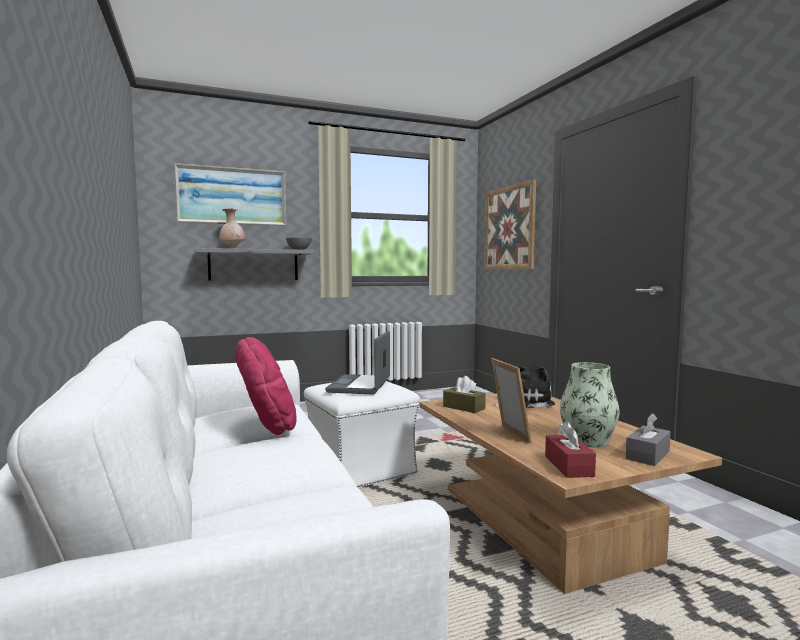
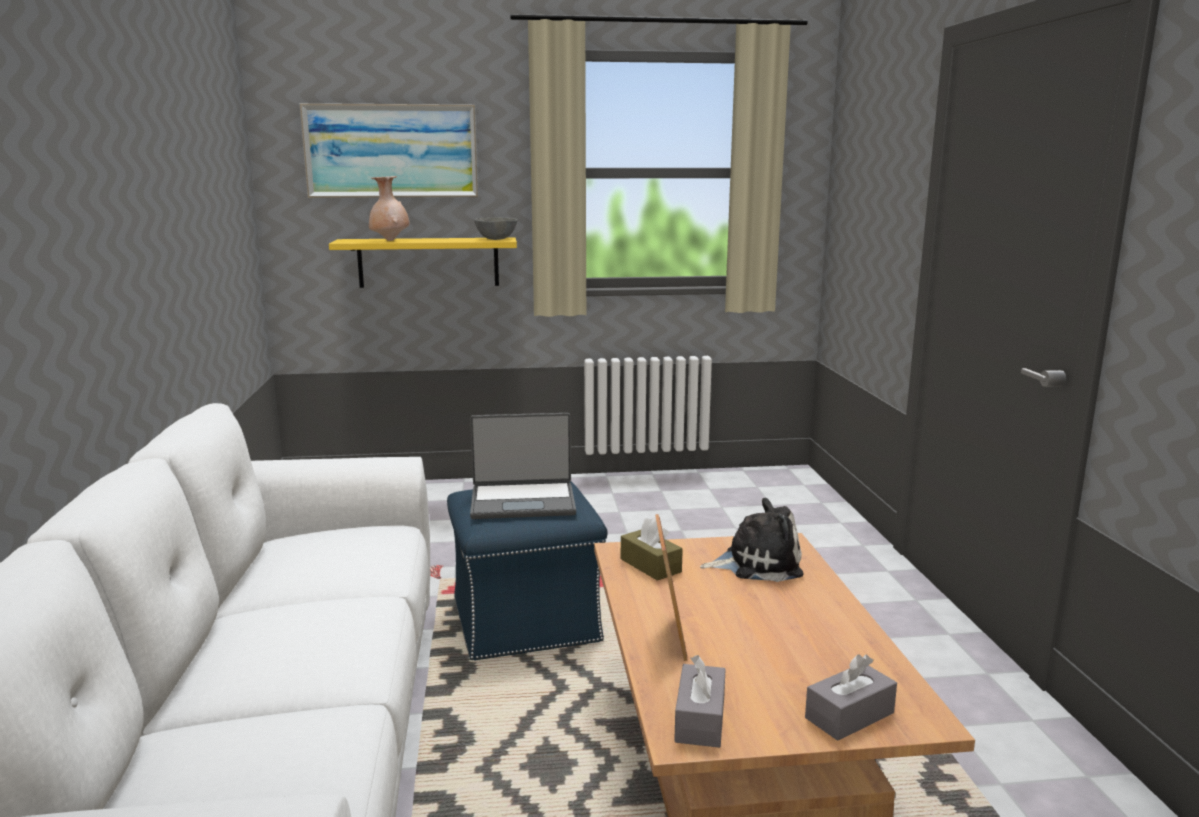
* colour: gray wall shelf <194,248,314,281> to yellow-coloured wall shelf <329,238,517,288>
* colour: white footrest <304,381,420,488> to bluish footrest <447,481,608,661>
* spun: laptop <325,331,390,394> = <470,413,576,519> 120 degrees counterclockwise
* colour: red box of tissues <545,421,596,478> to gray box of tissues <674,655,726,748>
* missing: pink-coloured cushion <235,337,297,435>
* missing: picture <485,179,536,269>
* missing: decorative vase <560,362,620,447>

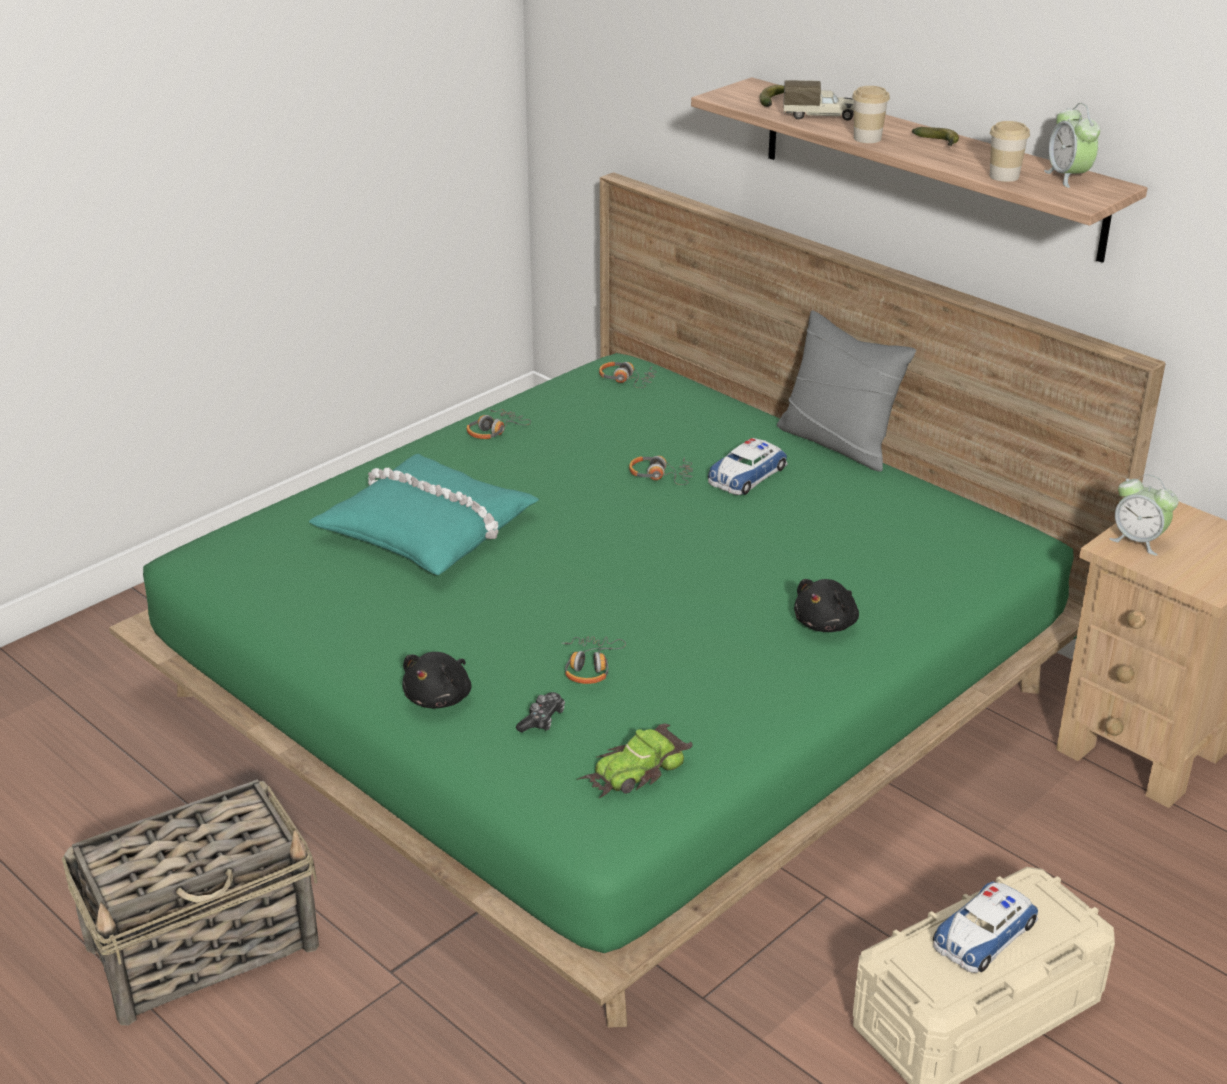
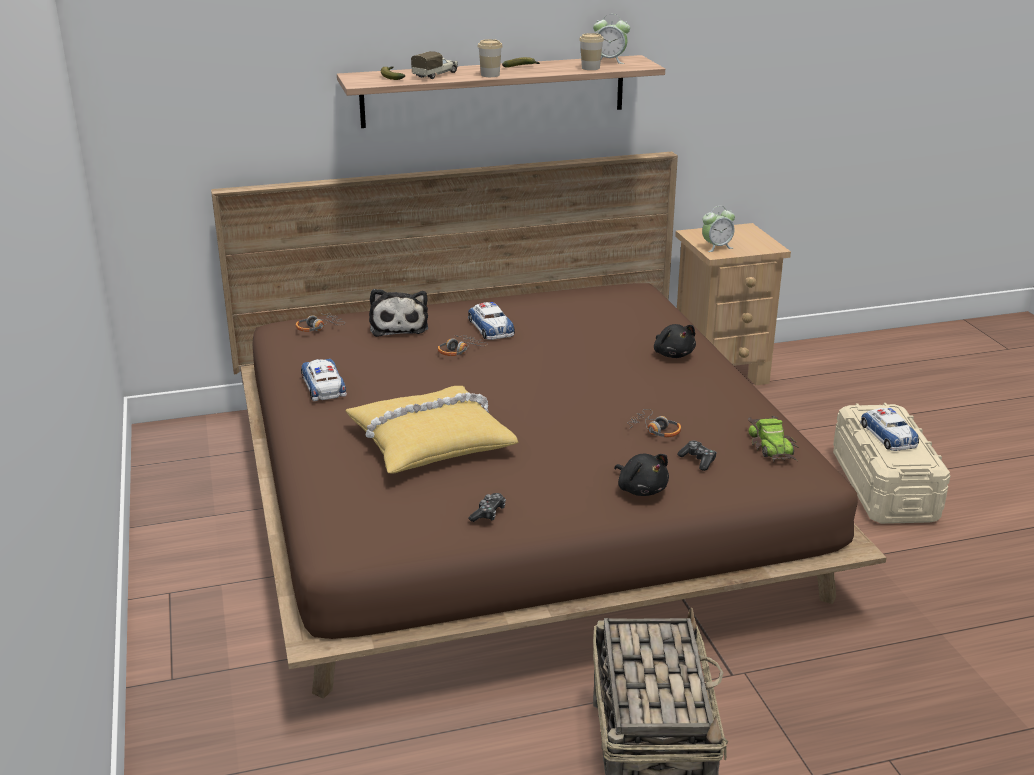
* colour: green bed <109,172,1166,1028> to brown bed <211,152,887,699>
* exchanged: headphones <467,409,531,439> to miniature car <301,359,347,401>
* colour: blue-green cushion <309,454,539,575> to yellow-coloured cushion <346,386,519,474>
* appeared: plush toy <369,289,428,337>
* appeared: gamepad <469,493,506,522>
* missing: gray cushion <777,310,916,472>

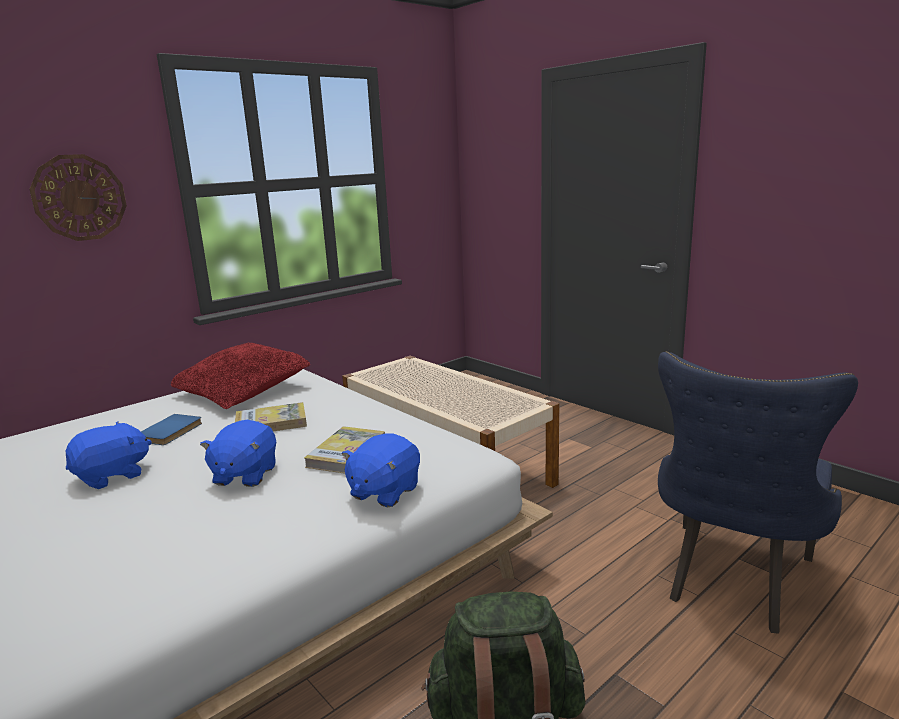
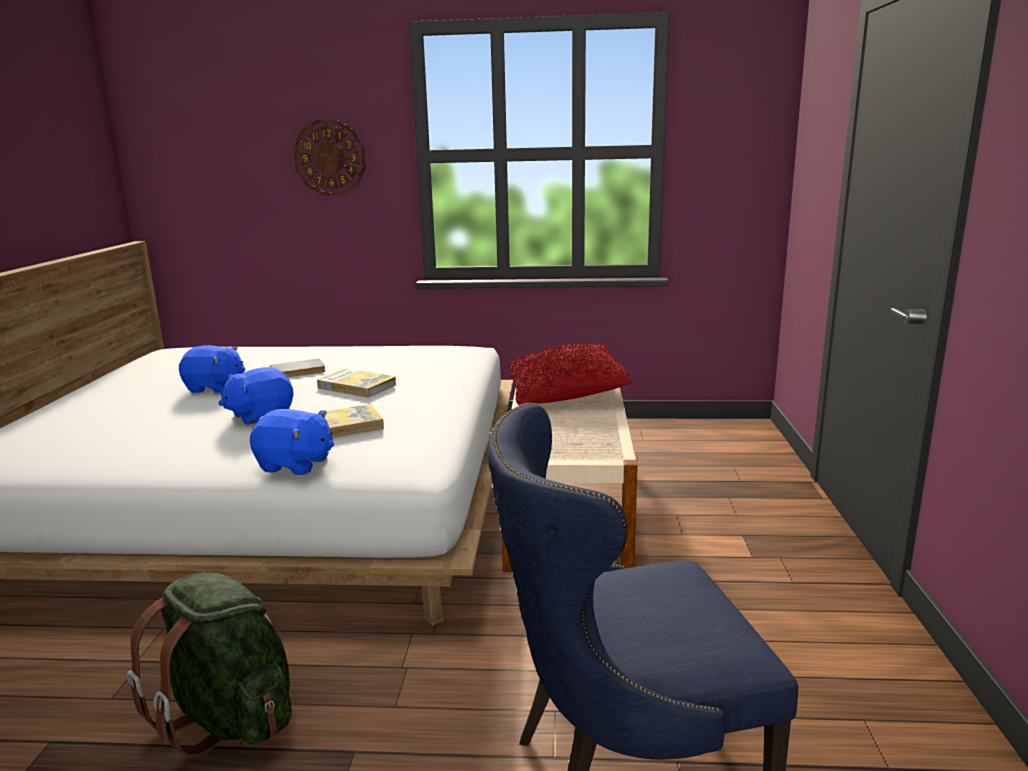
* spun: bluish plush toy <342,434,420,507> = <250,409,334,475> 150 degrees counterclockwise
* colour: bluish volume <141,414,202,445> to gray volume <270,358,326,377>
* relocated: red cushion <171,343,310,409> to <509,344,632,405>

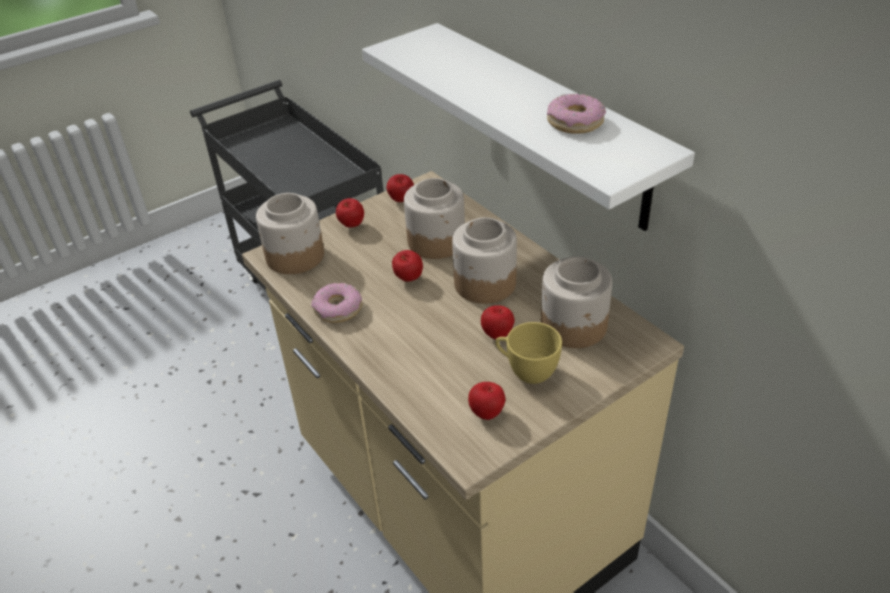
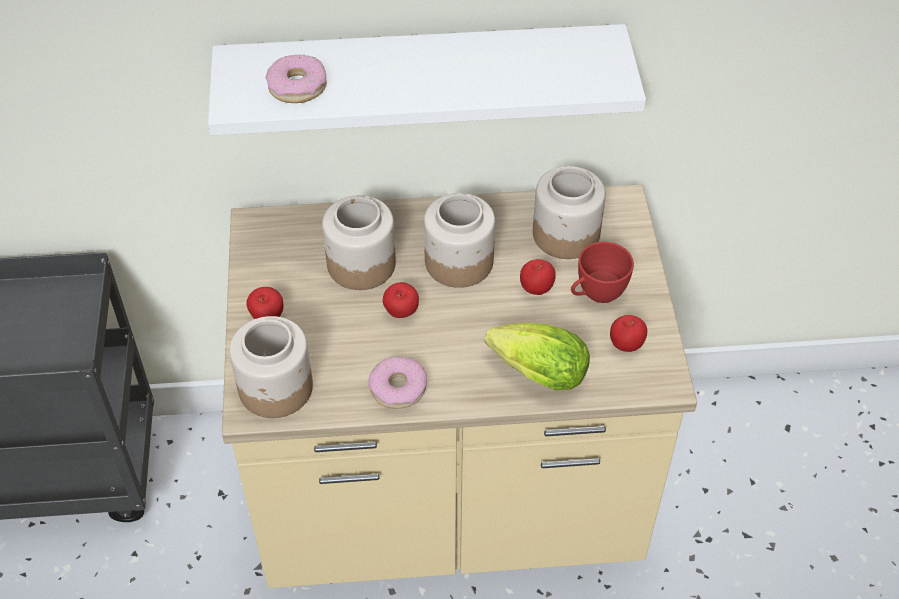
* relocated: donut <547,94,606,134> to <265,54,327,103>
* appeared: lettuce head <485,323,590,390>
* colour: yellow-coloured cup <495,322,562,384> to red cup <571,242,634,303>
* missing: apple fruit <387,174,414,202>

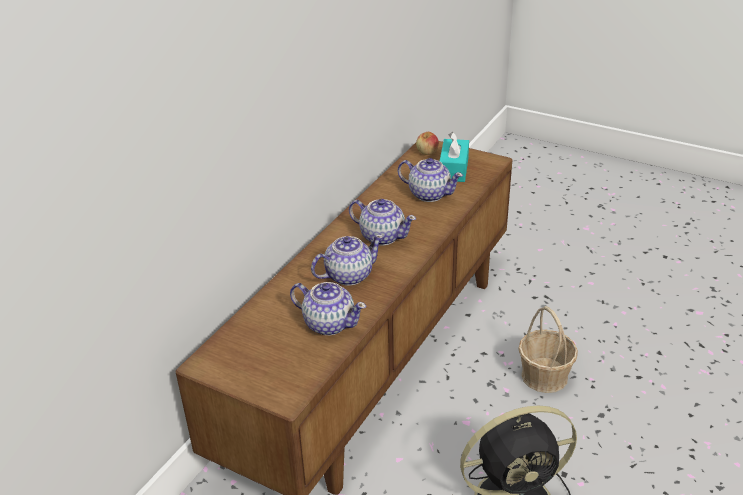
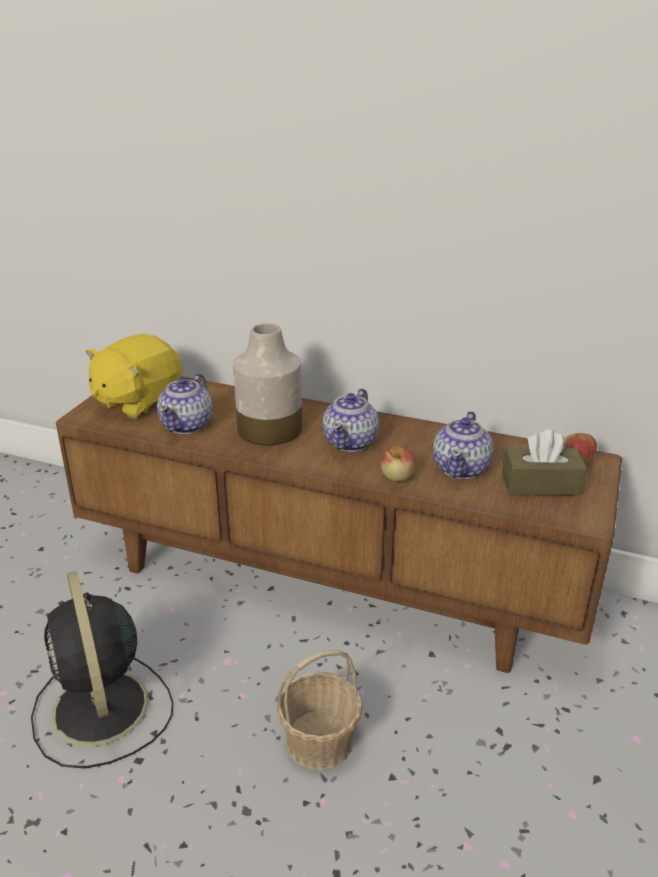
* appeared: yellow-coloured plush toy <86,334,182,419>
* exchanged: tea pot <311,234,384,286> to sand-coloured decorative vase <233,323,302,445>
* appeared: apple fruit <381,446,416,481>
* colour: blue-green box of tissues <440,132,469,182> to brown box of tissues <502,429,587,496>

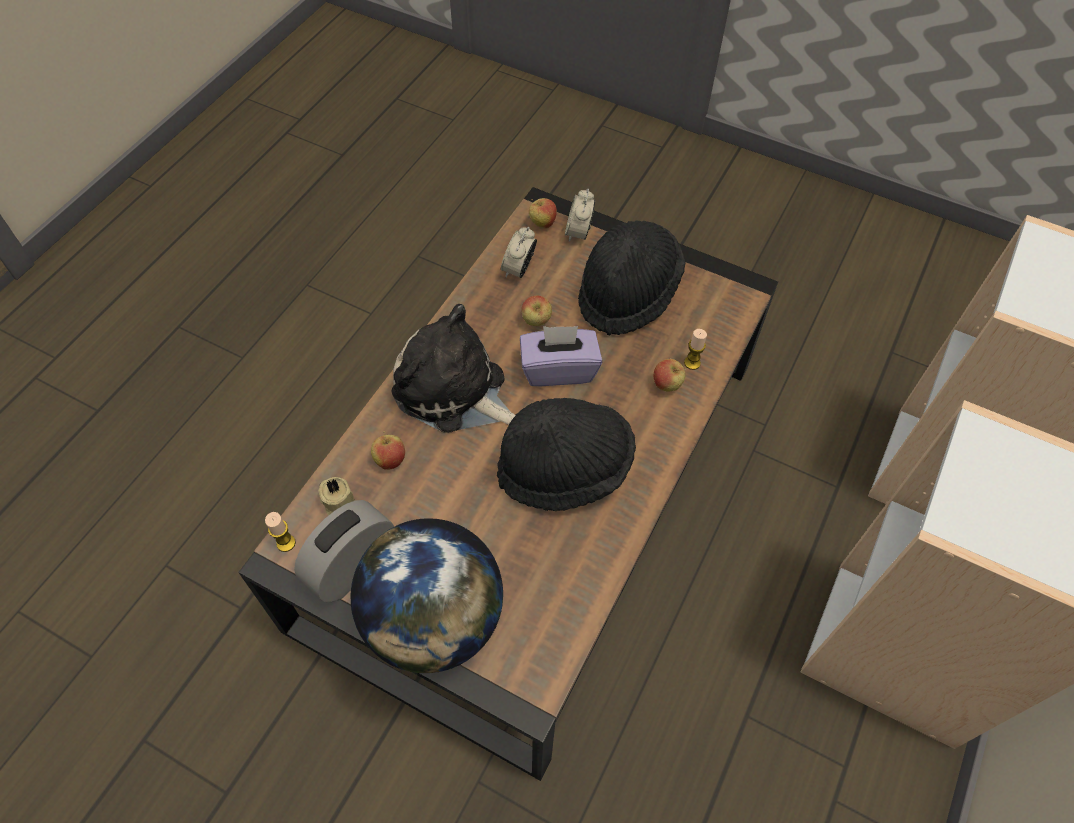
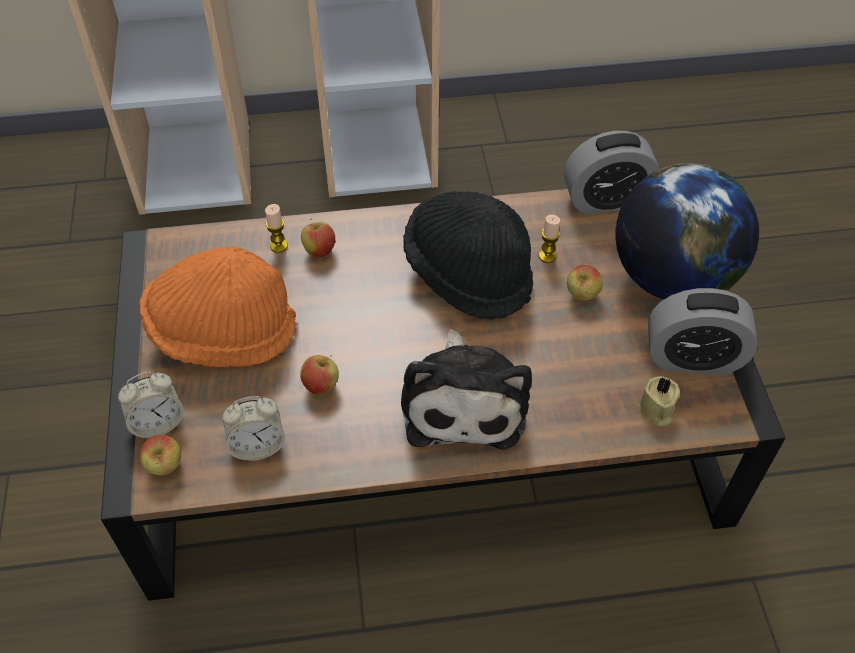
* colour: blackish wearable hat <578,221,686,335> to orange-coloured wearable hat <139,246,296,367>
* relocated: wax light <265,512,296,552> to <539,215,560,263>
* appeared: alarm clock <564,131,659,214>
* relocated: apple fruit <371,431,405,470> to <567,265,603,300>
* missing: purplish box of tissues <520,326,602,386>

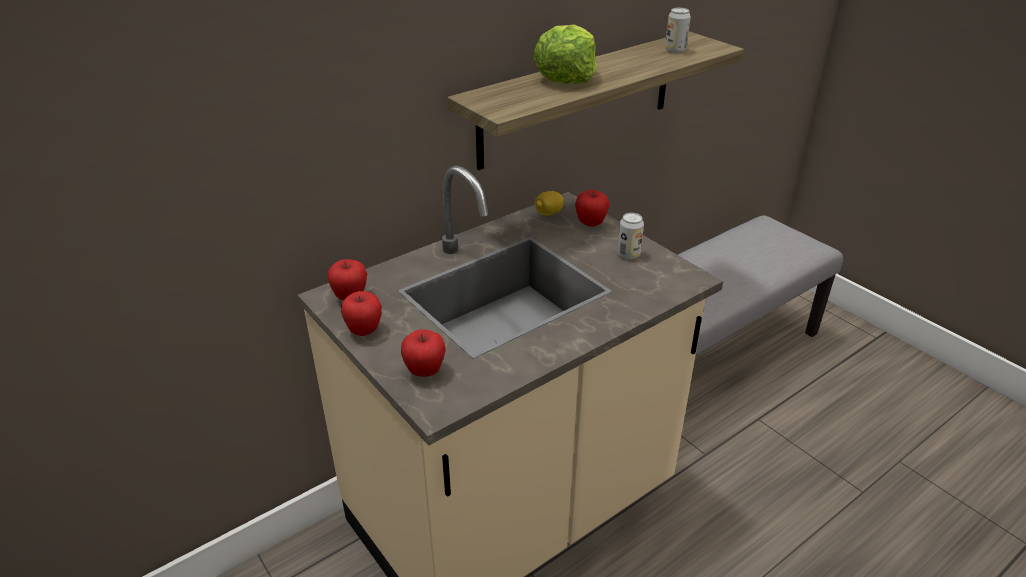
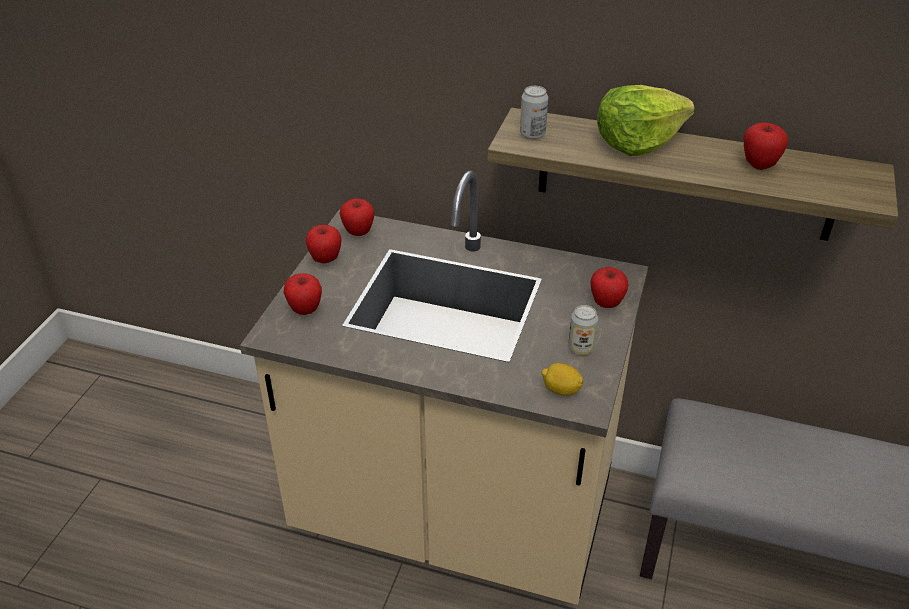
* relocated: sealed can <665,8,691,53> to <520,86,548,139>
* relocated: citrus fruit <535,191,564,216> to <541,363,583,396>
* appeared: apple fruit <743,122,788,170>

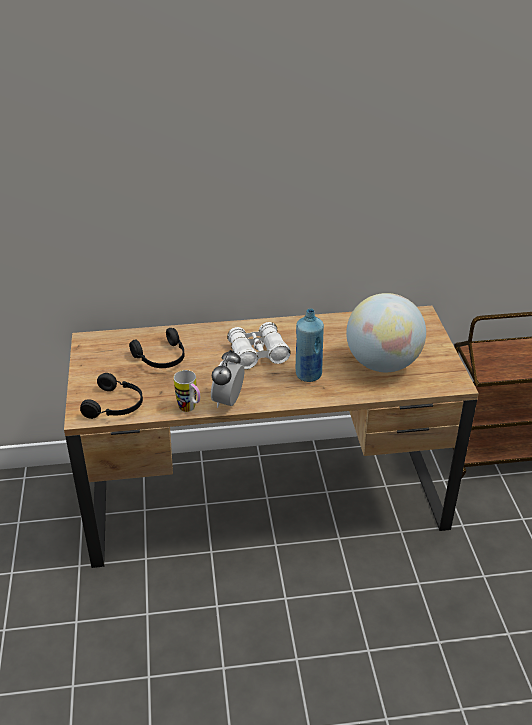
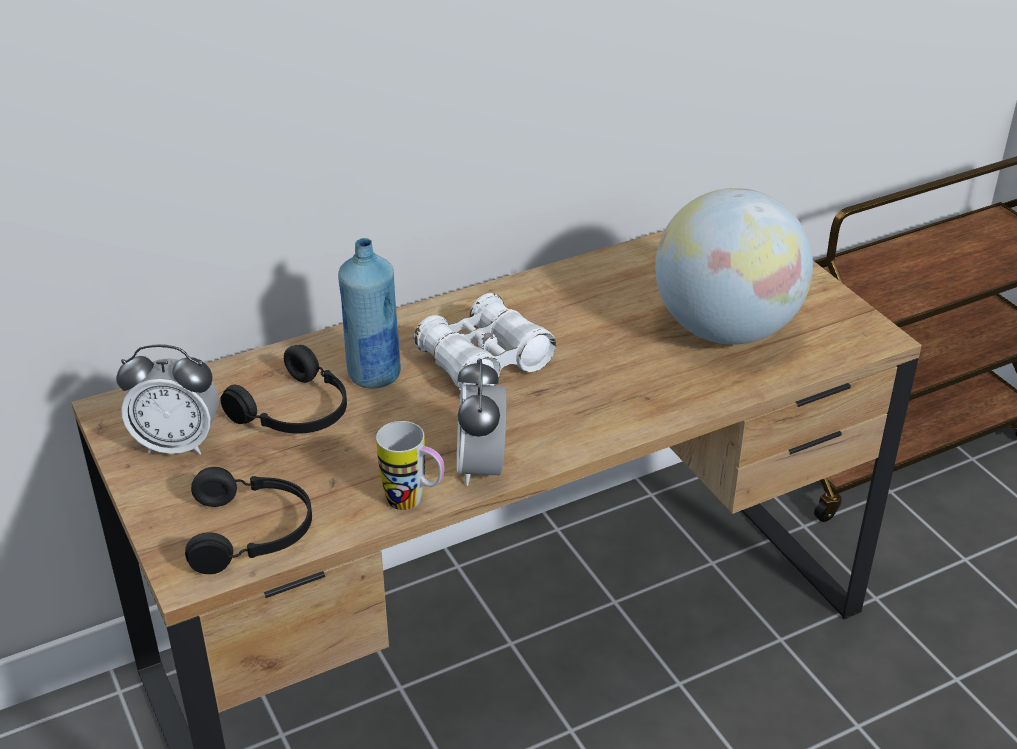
* appeared: alarm clock <116,344,219,455>
* relocated: bluish drink bottle <296,308,324,382> to <338,238,401,388>

